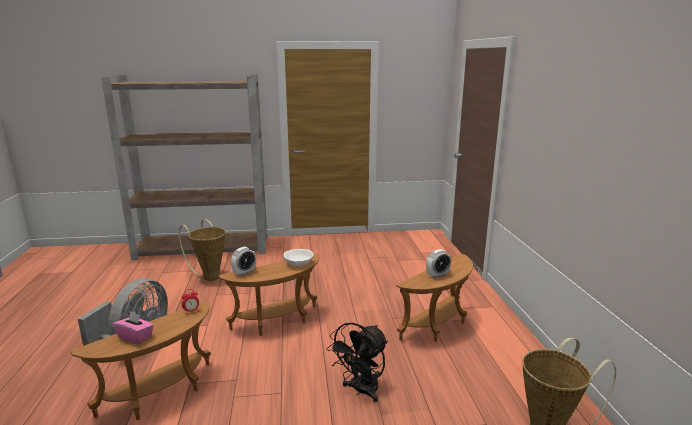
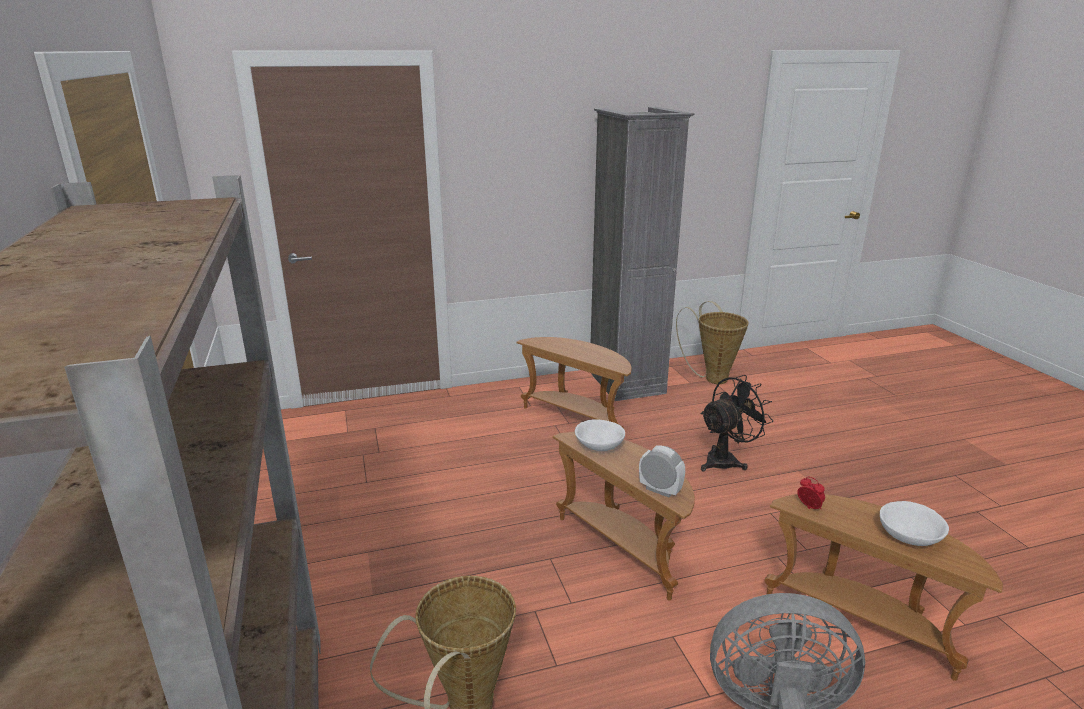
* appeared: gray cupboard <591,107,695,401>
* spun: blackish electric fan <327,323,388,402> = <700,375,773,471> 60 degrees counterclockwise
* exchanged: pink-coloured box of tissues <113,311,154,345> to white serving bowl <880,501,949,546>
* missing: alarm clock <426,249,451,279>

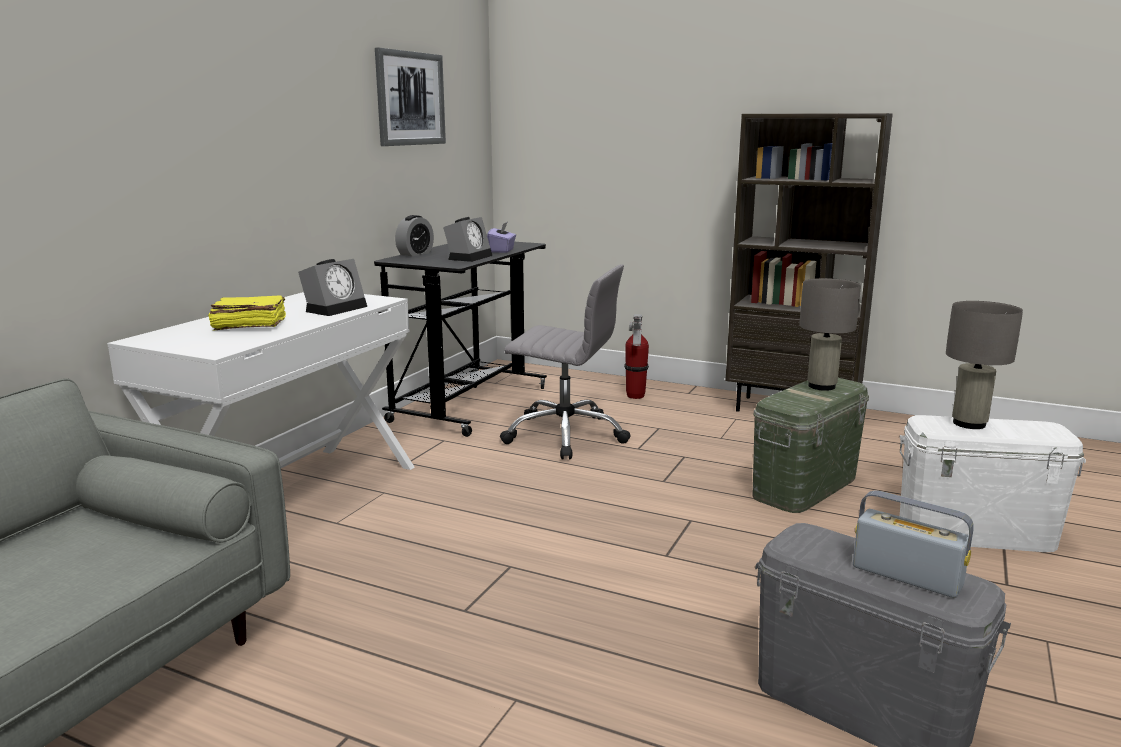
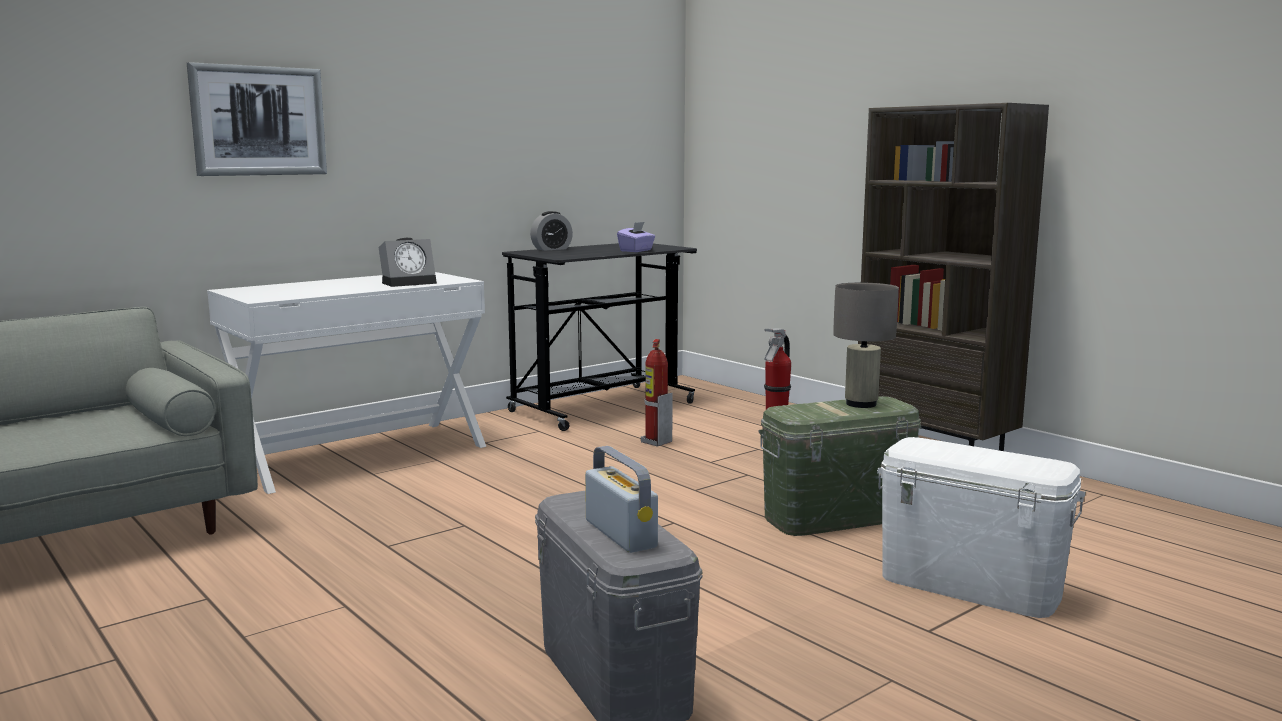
* relocated: picture <375,47,446,146> to <187,62,327,176>
* exchanged: gray computer chair <500,264,631,459> to fire extinguisher <640,339,673,447>
* missing: yellow-coloured volume <208,296,286,331>
* missing: alarm clock <443,217,492,262>
* missing: gray lamp for a table <946,301,1023,429>

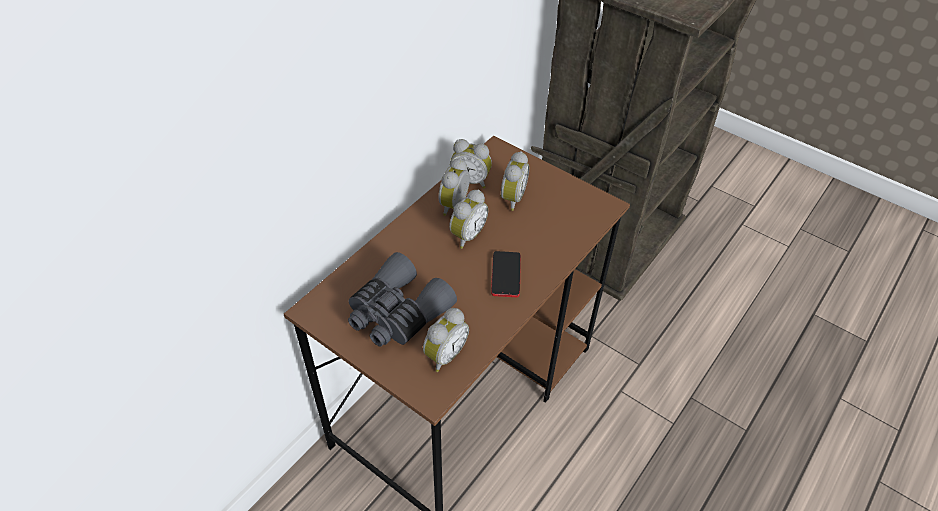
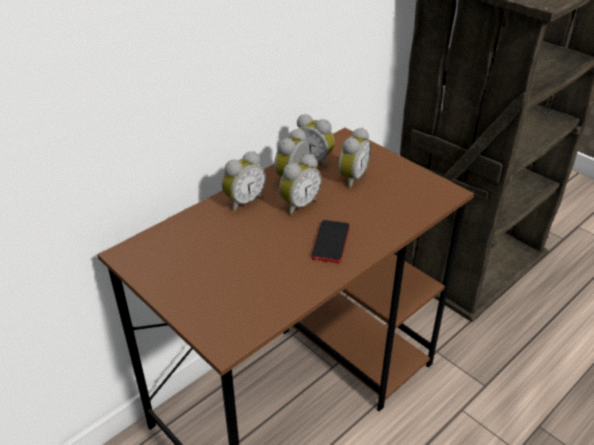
* relocated: alarm clock <423,308,469,372> to <222,151,266,212>
* missing: gray pair of binoculars <348,252,457,347>

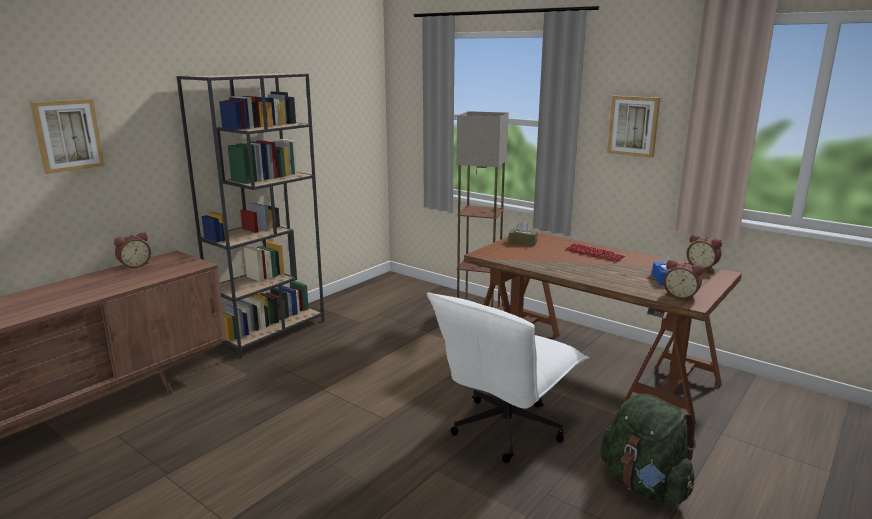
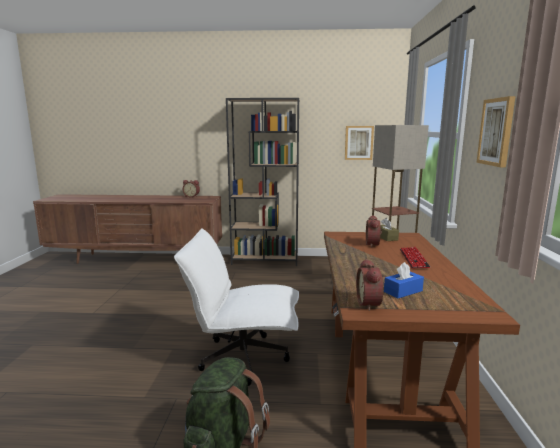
* relocated: picture <30,99,105,174> to <345,126,374,160>
* relocated: alarm clock <686,234,722,271> to <366,215,382,248>

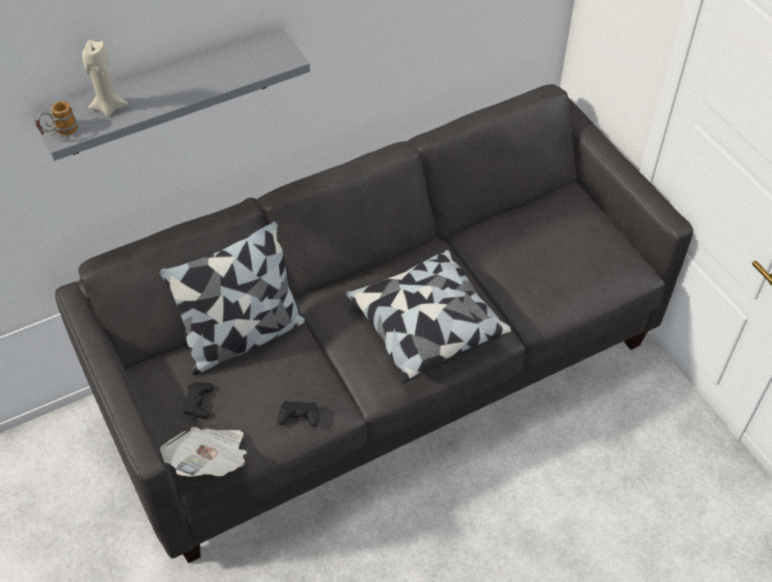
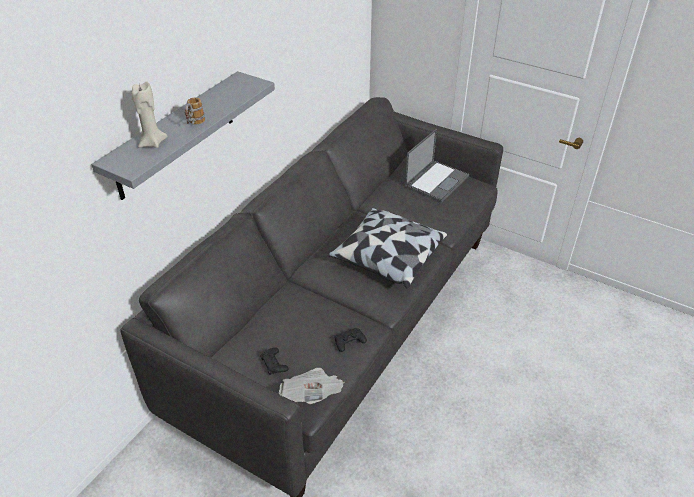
* relocated: coffee mug <35,101,78,136> to <185,98,205,124>
* appeared: laptop <405,129,469,203>
* missing: cushion <158,220,306,375>

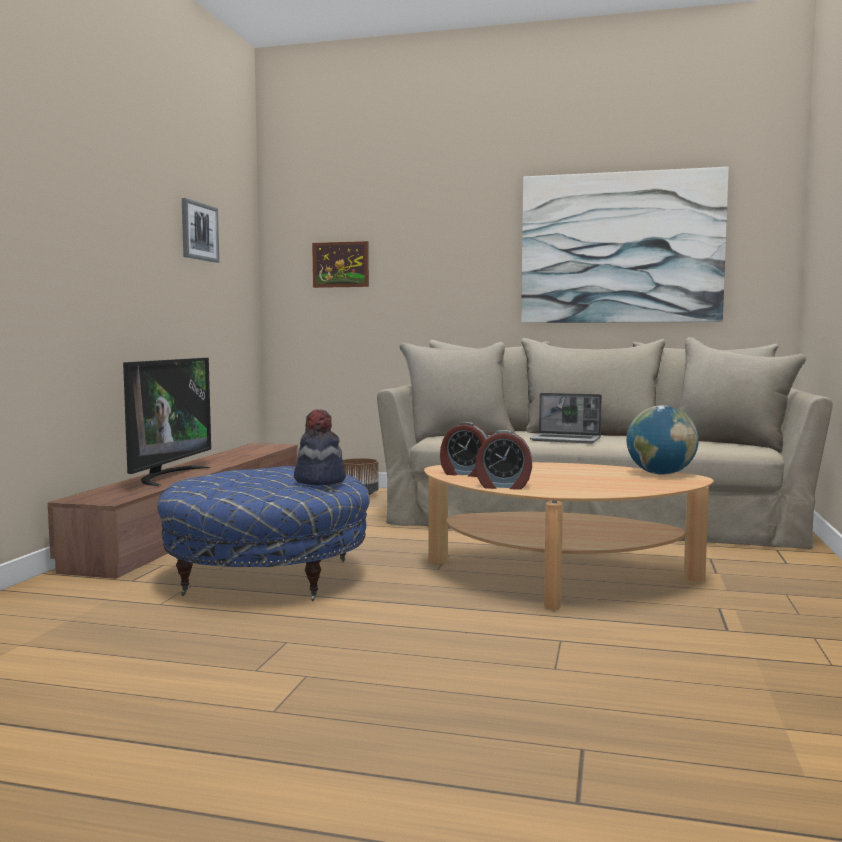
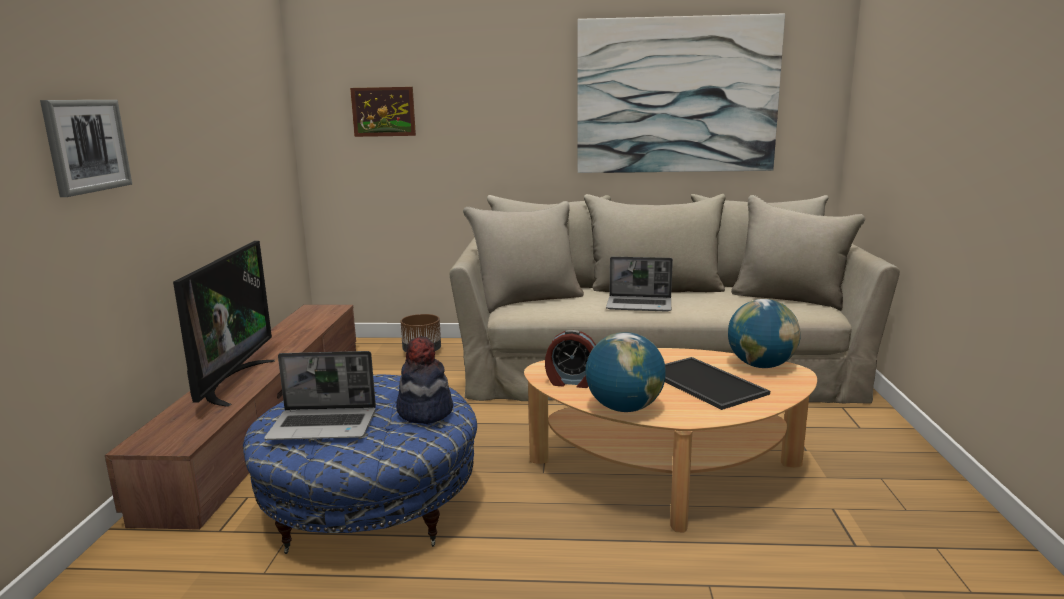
* relocated: picture <182,198,220,263> to <40,100,132,197>
* appeared: laptop <264,351,376,440>
* exchanged: alarm clock <475,430,532,490> to globe <585,332,666,412>
* appeared: carrying tray <665,357,770,410>

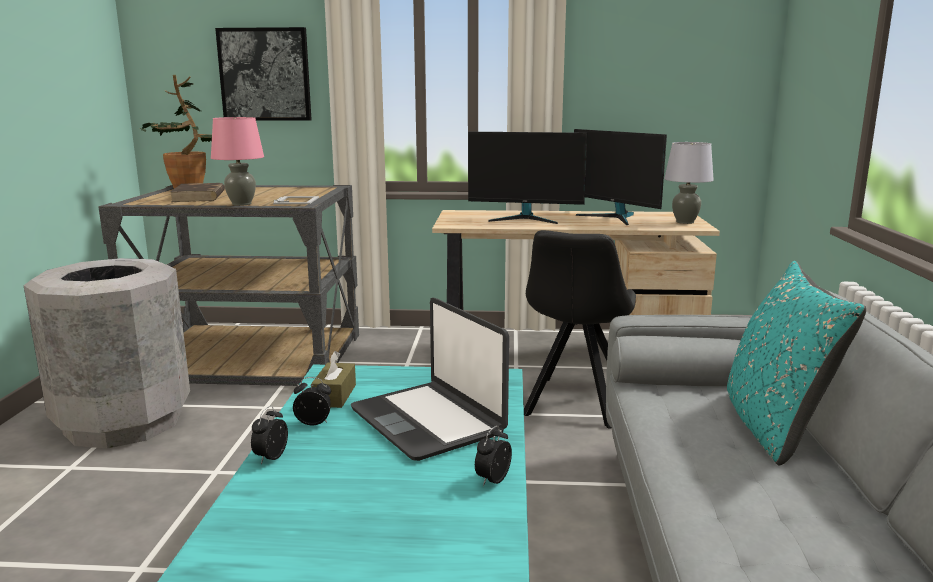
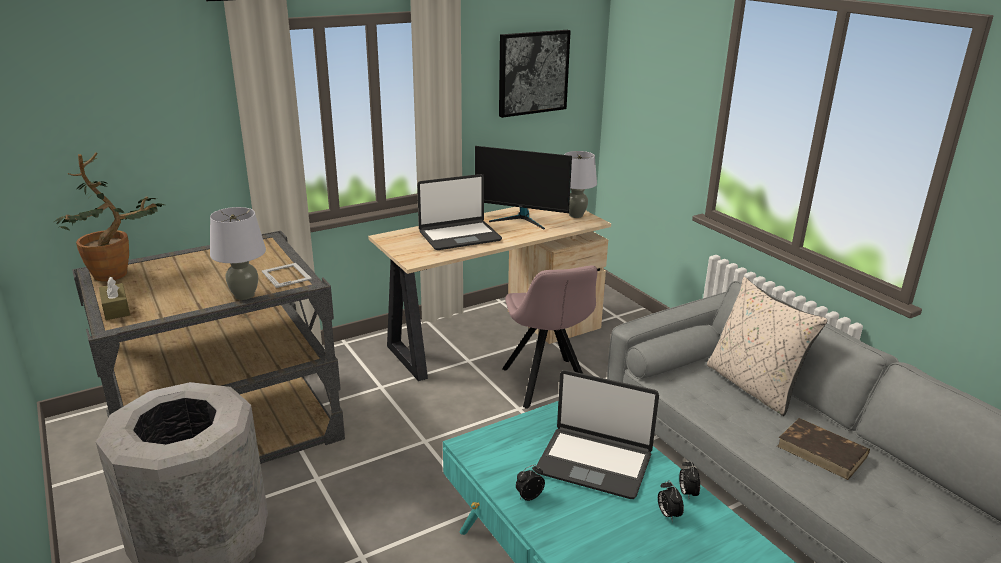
* relocated: brown box of tissues <311,351,356,408> to <99,277,130,320>
* colour: pink-coloured lamp for a table <211,117,264,206> to gray lamp for a table <210,207,266,300>
* exchanged: computer display <468,132,587,224> to laptop <417,174,502,250>
* relocated: picture <215,27,312,121> to <499,30,571,118>
* colour: blackish upright chair <524,230,636,429> to pink-coloured upright chair <502,266,597,409>
* relocated: alarm clock <251,406,288,464> to <658,480,684,522>
* colour: blue-green cushion <727,261,866,465> to sand-coloured cushion <707,277,828,416>
* relocated: brown volume <170,183,225,202> to <777,418,870,480>

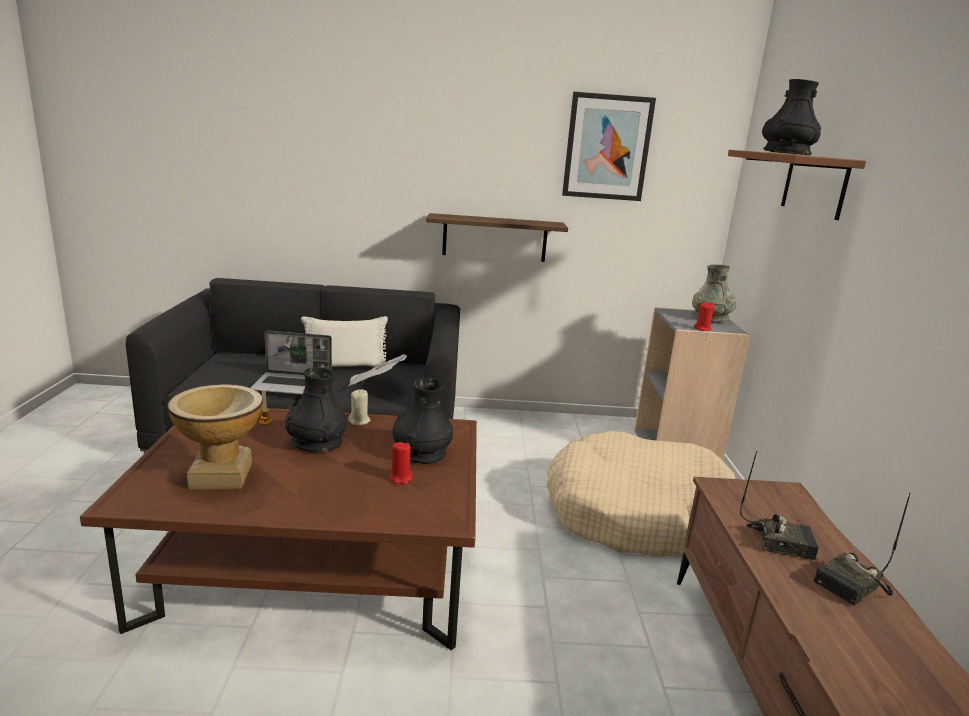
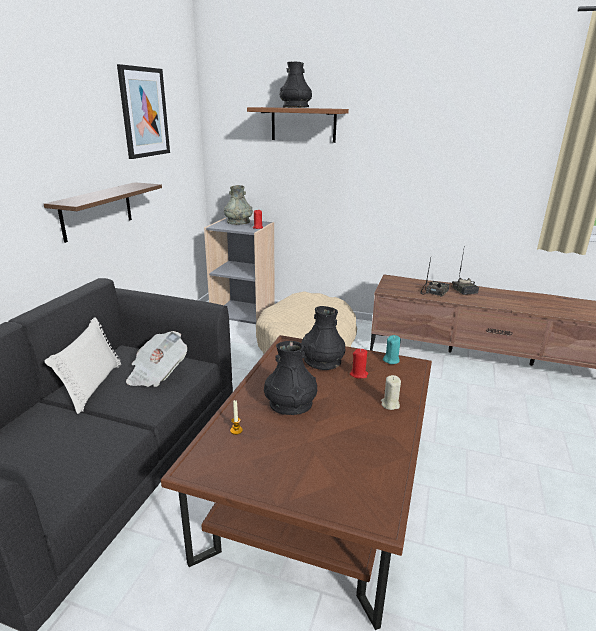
* relocated: sand-coloured wax light <349,389,371,425> to <381,375,401,410>
* appeared: blue-green wax light <383,335,401,364>
* missing: decorative vase <168,384,263,489>
* missing: laptop <250,330,332,395>

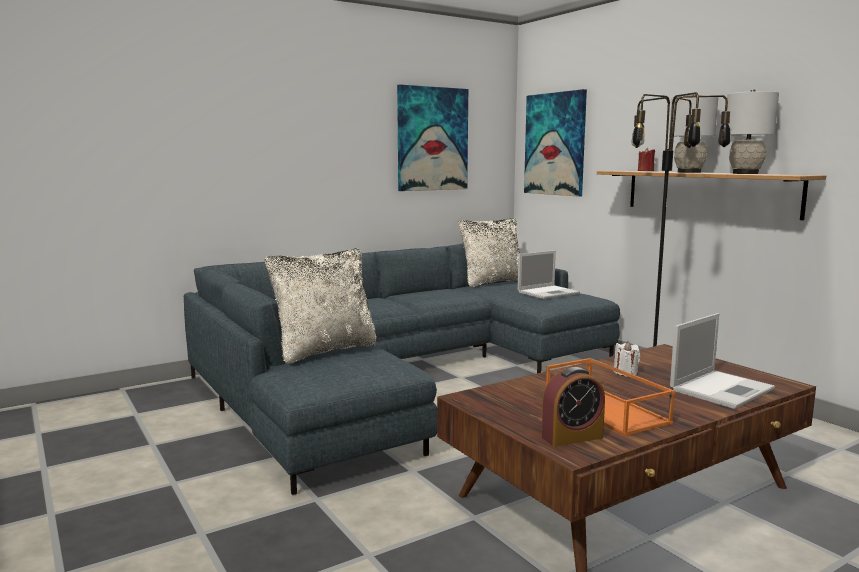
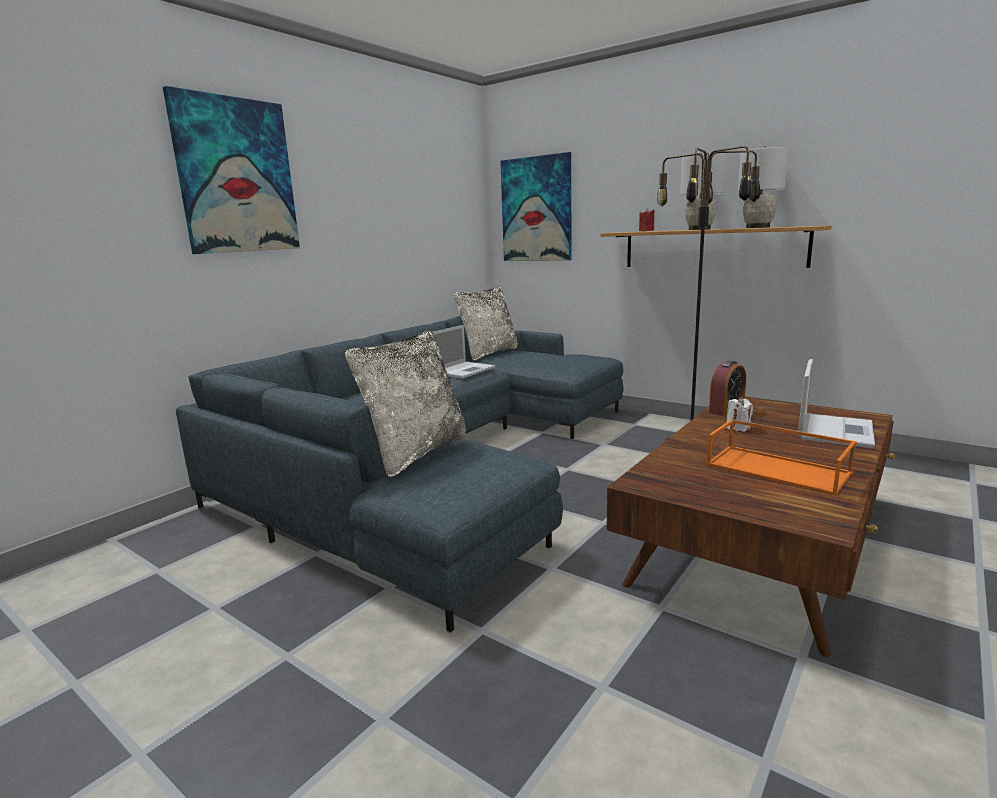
* relocated: picture <397,84,468,191> to <163,86,300,254>
* relocated: laptop <518,250,580,299> to <432,325,495,378>
* relocated: alarm clock <542,367,605,447> to <709,360,746,416>

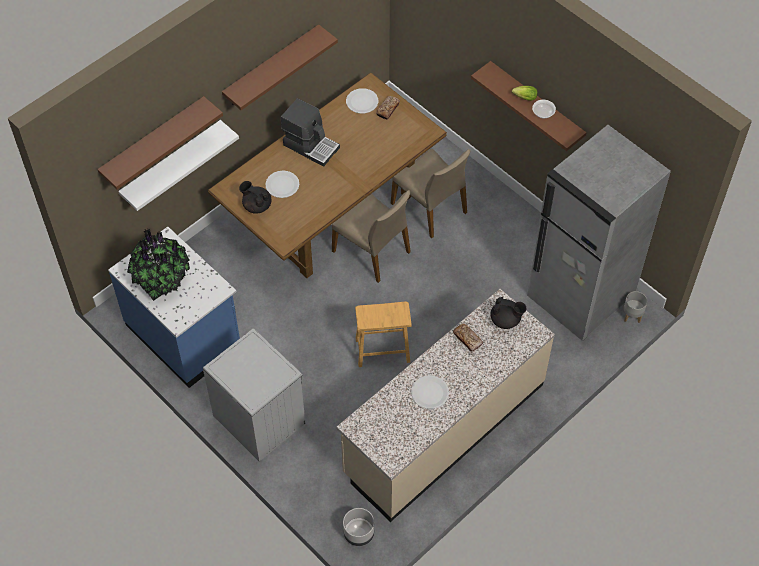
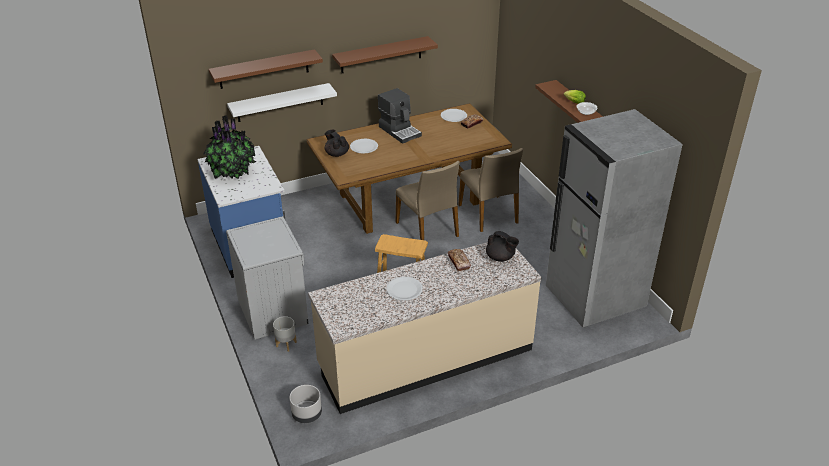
* relocated: gray plant pot <624,291,648,323> to <273,316,297,352>

